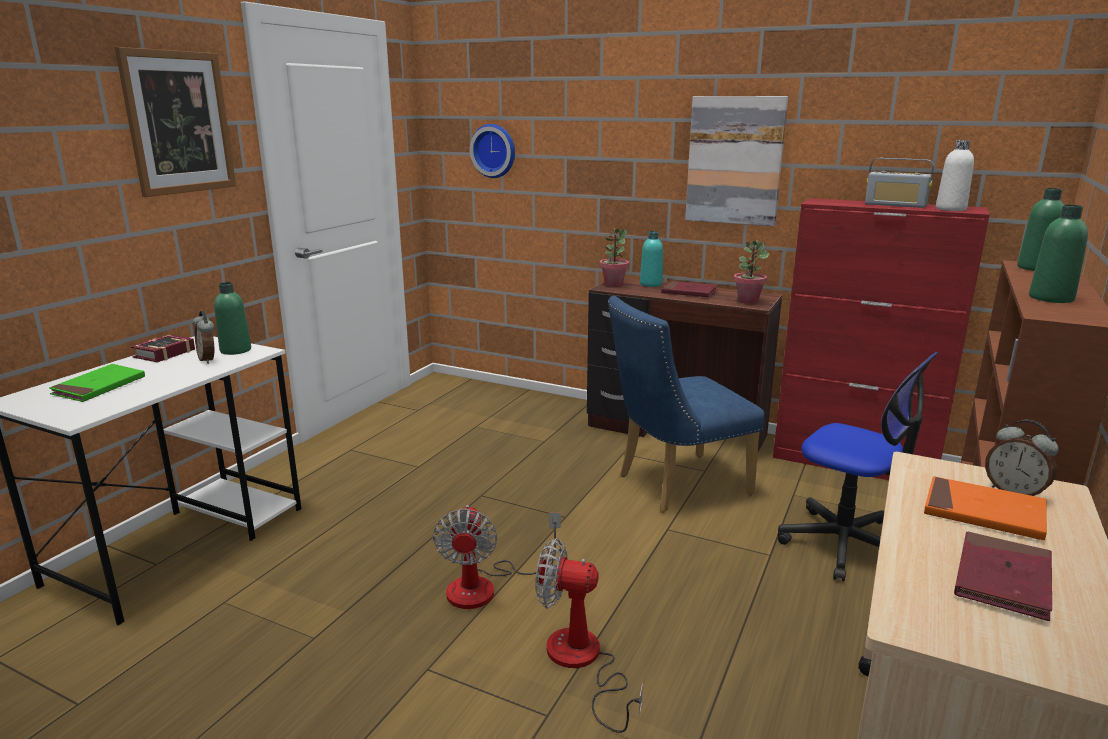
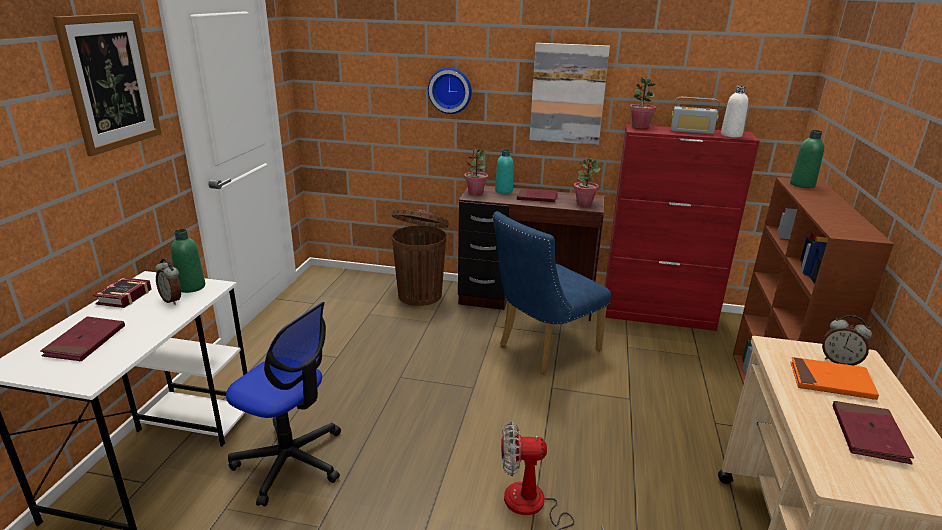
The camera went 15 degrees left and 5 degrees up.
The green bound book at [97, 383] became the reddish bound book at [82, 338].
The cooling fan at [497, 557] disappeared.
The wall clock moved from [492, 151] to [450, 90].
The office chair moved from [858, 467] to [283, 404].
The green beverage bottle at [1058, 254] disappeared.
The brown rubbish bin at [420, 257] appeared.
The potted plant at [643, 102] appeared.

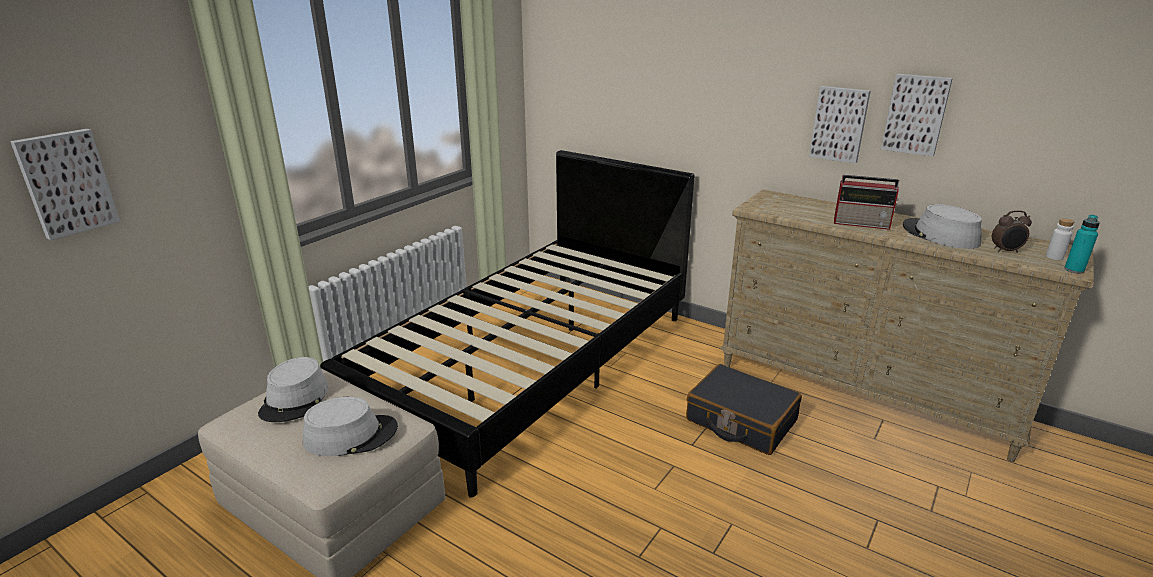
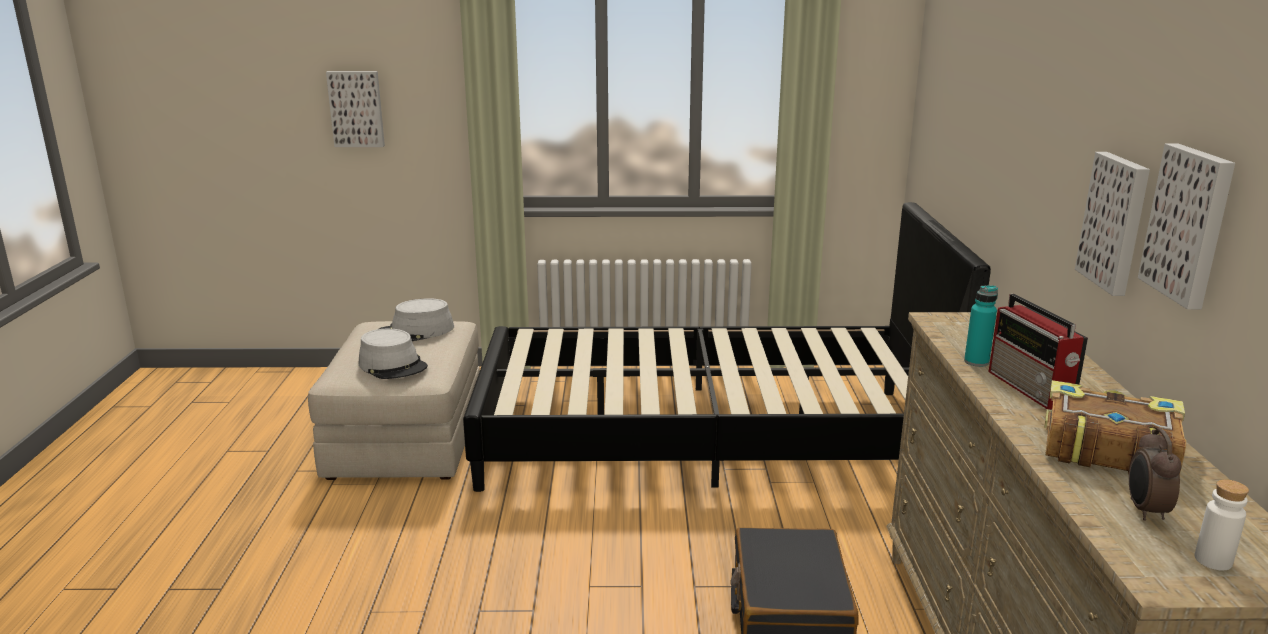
The camera went 55 degrees right and 5 degrees down.
The gray wearable hat at [942, 226] was replaced by the bound book at [1115, 427].
The table clock at [1012, 231] turned 45 degrees clockwise.
The turquoise beverage bottle moved from [1082, 244] to [981, 326].

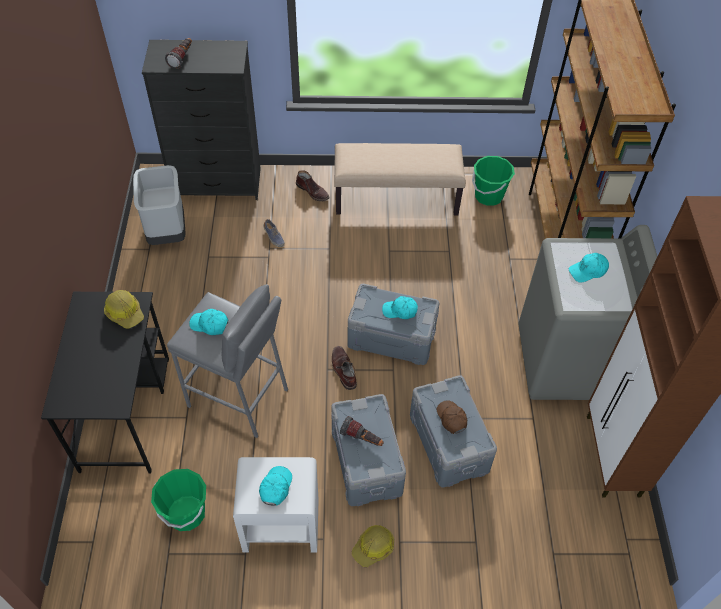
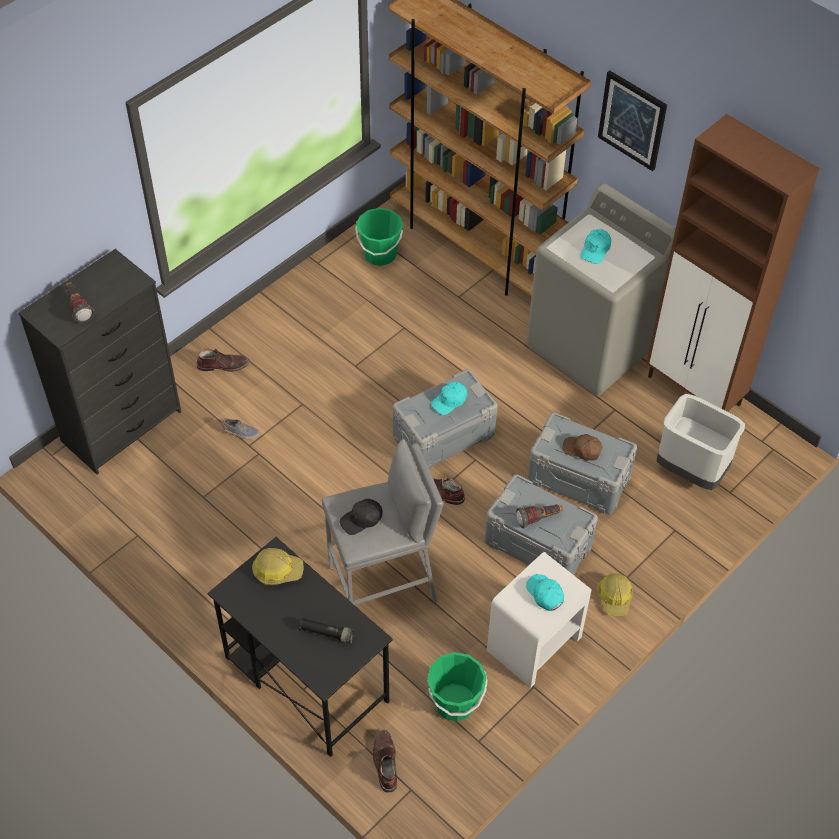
The camera went 45 degrees left and 0 degrees up.
The gray rubbish bin moved from [159, 205] to [701, 442].
The turquoise peaked cap at [208, 322] became the black peaked cap at [361, 517].
The beige-coloured long seat at [400, 179] disappeared.
The black hand torch at [326, 631] appeared.
The brown boot at [385, 761] appeared.
The wall picture at [632, 121] appeared.

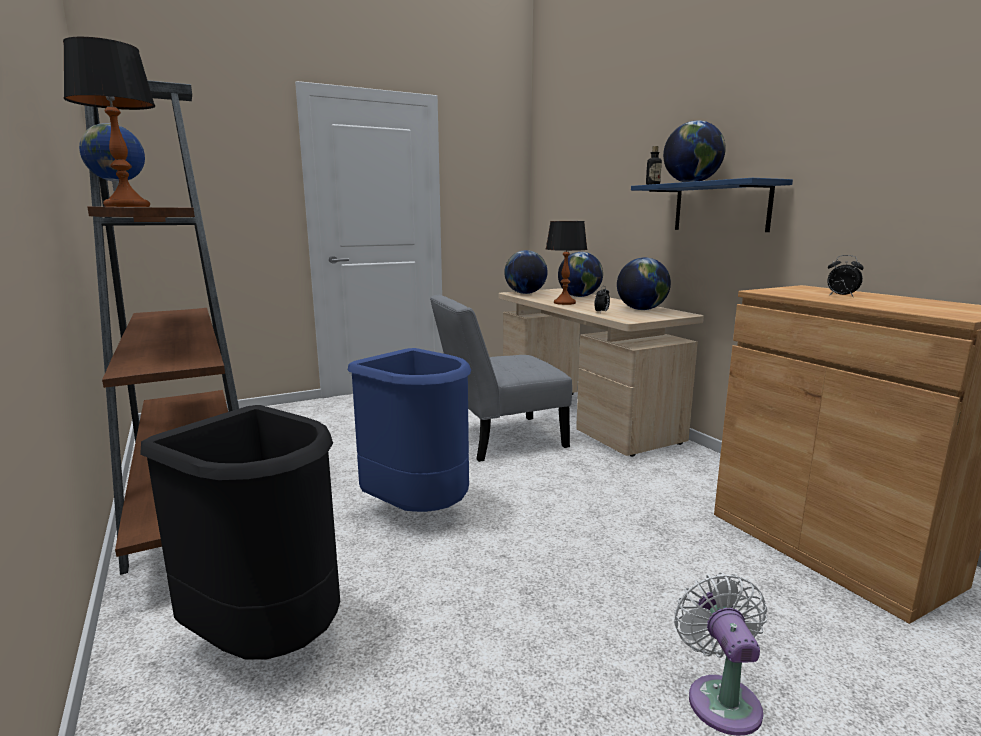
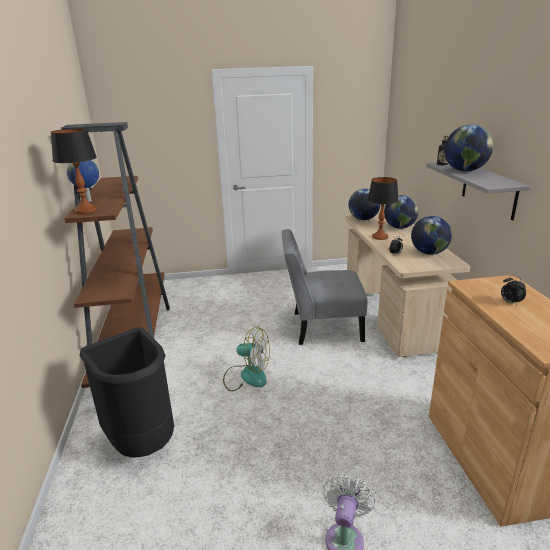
The camera went 20 degrees right and 10 degrees up.
The blue rubbish bin at [409, 430] was replaced by the cooling fan at [246, 359].
The blue bracket shelf at [712, 205] became the gray bracket shelf at [478, 192].

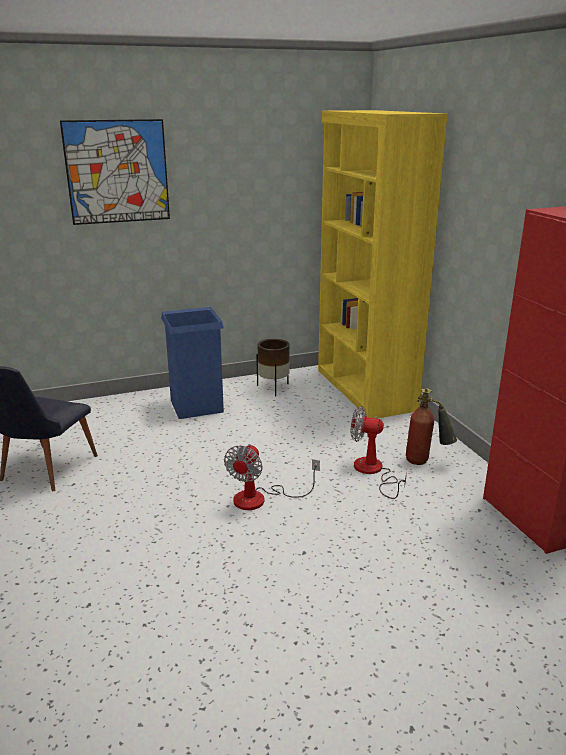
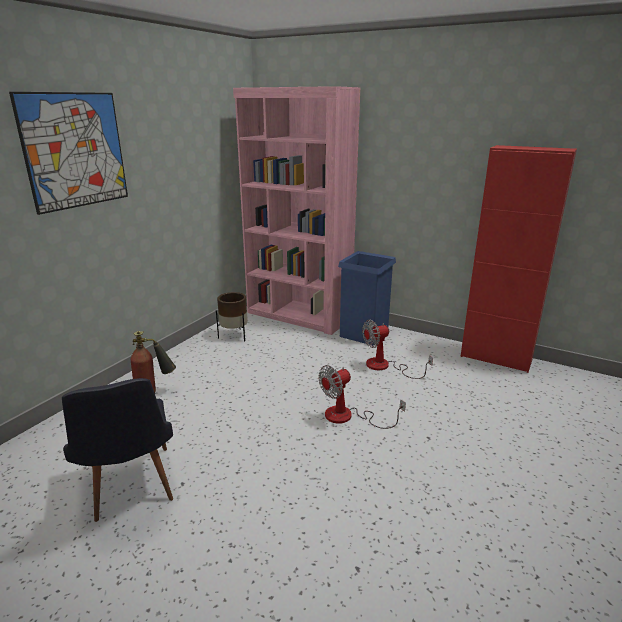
The camera went 40 degrees left and 0 degrees up.
The blue rubbish bin moved from [192, 363] to [367, 298].
The cooling fan at [272, 477] turned 75 degrees clockwise.
The yellow bookshelf at [383, 264] became the pink bookshelf at [296, 210].
The fire-fighting cylinder moved from [431, 426] to [153, 362].

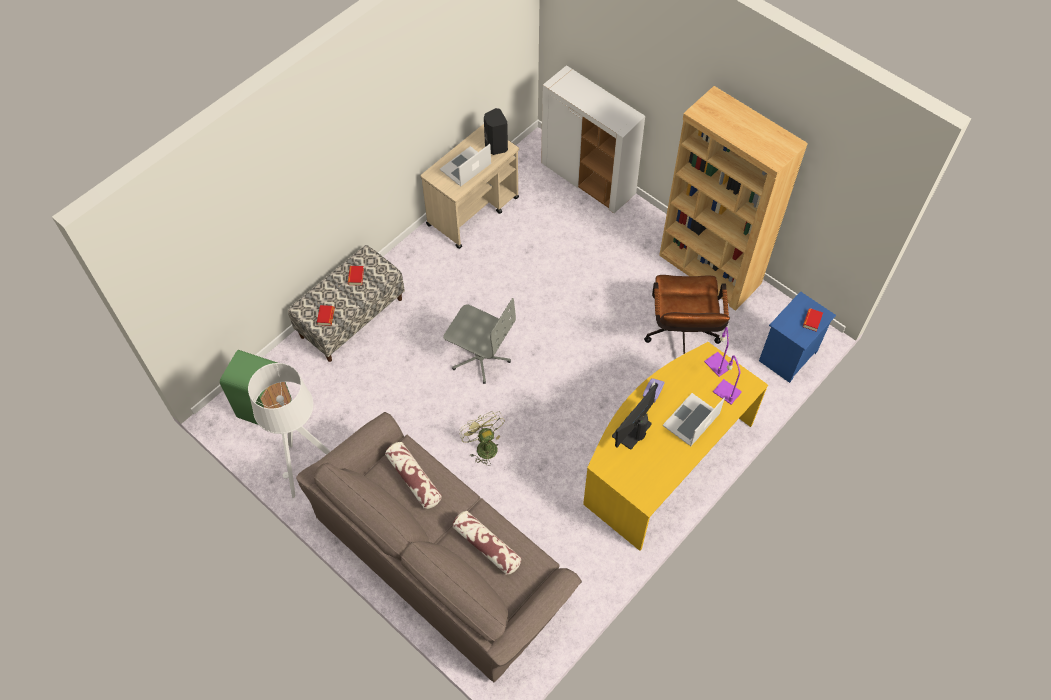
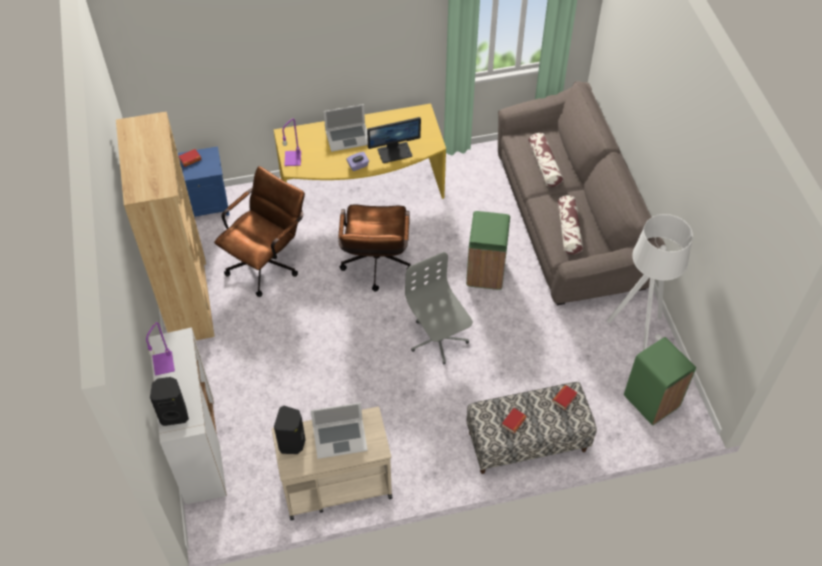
The camera went 145 degrees left and 5 degrees down.
The green cooling fan at [482, 438] was replaced by the green rubbish bin at [488, 250].
The purple-coloured table lamp moved from [727, 380] to [160, 349].
The black audio speaker at [169, 401] appeared.
The brown office chair at [374, 248] appeared.

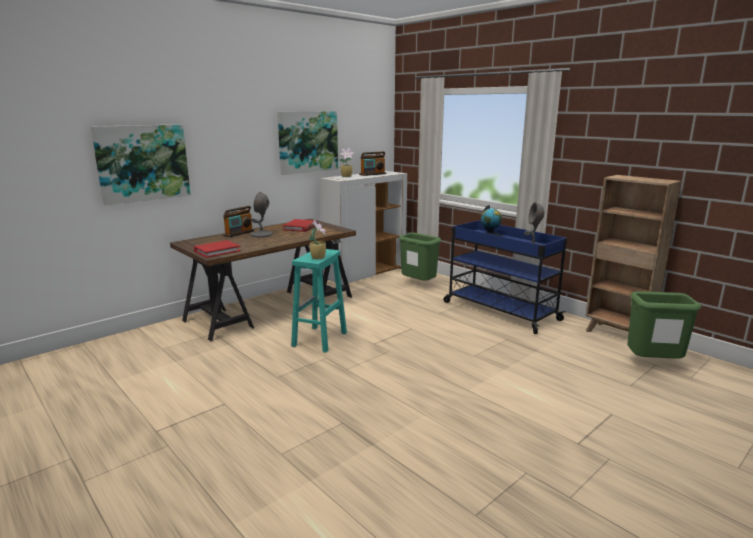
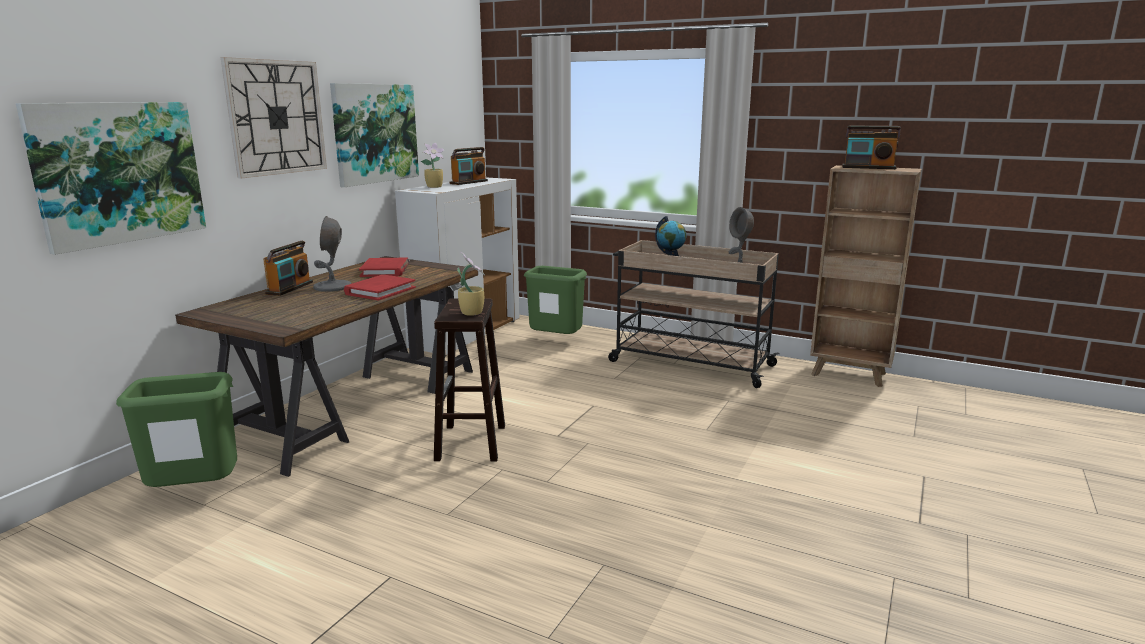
The camera went 20 degrees left and 0 degrees up.
The reddish bound book moved from [217, 249] to [380, 288].
The turquoise sitting stool at [319, 301] became the brown sitting stool at [469, 379].
The blue cart at [505, 277] became the beige-coloured cart at [693, 314].
The green rubbish bin moved from [664, 325] to [176, 429].
The wall clock at [274, 117] appeared.
The radio receiver at [871, 147] appeared.

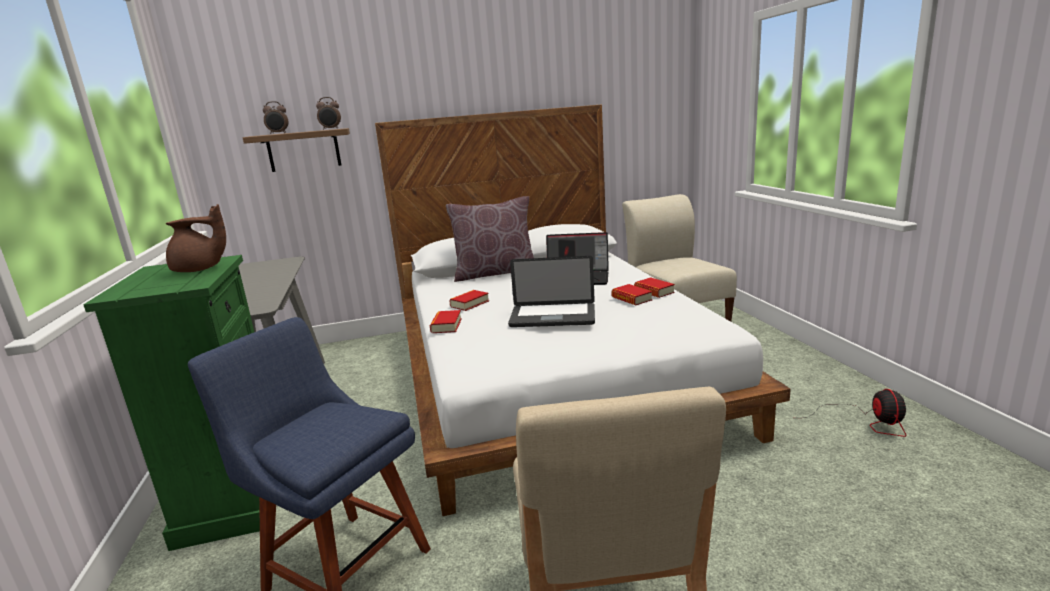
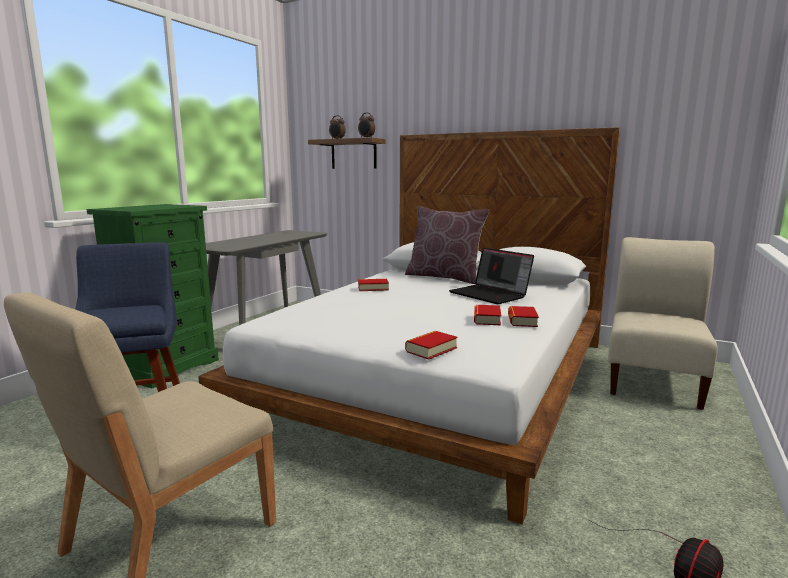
The camera went 40 degrees right and 5 degrees down.
The brown tea pot at [196, 238] disappeared.
The bound book moved from [446, 321] to [431, 345].
The notebook computer at [551, 291] disappeared.

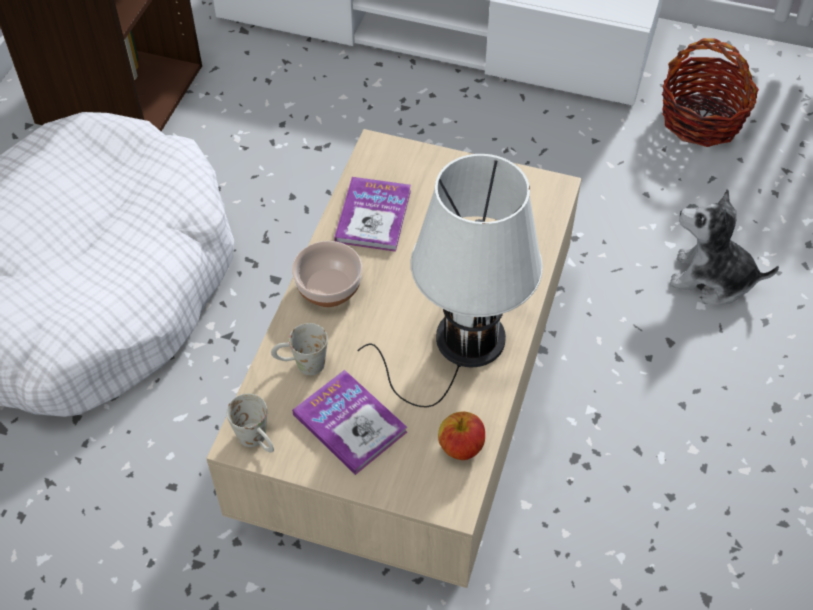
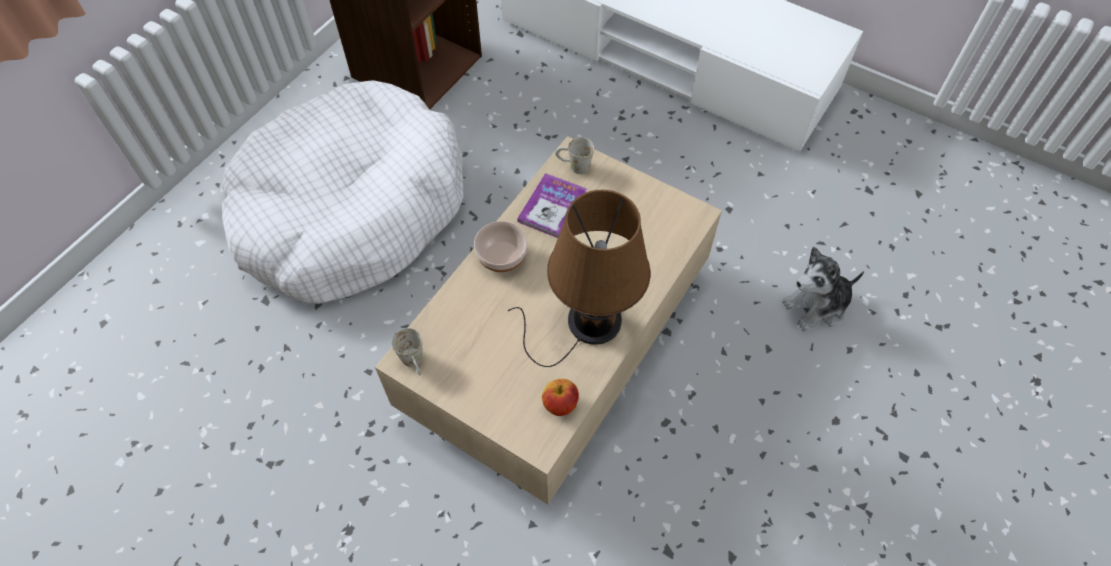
The camera went 15 degrees right and 5 degrees up.
The white-coloured coffee mug moved from [299, 349] to [574, 155].
The bound book at [349, 422] disappeared.
The white-coloured table lamp at [450, 280] became the brown table lamp at [579, 278].
The household basket at [710, 92] disappeared.
The cuddly toy at [724, 246] turned 60 degrees counterclockwise.

